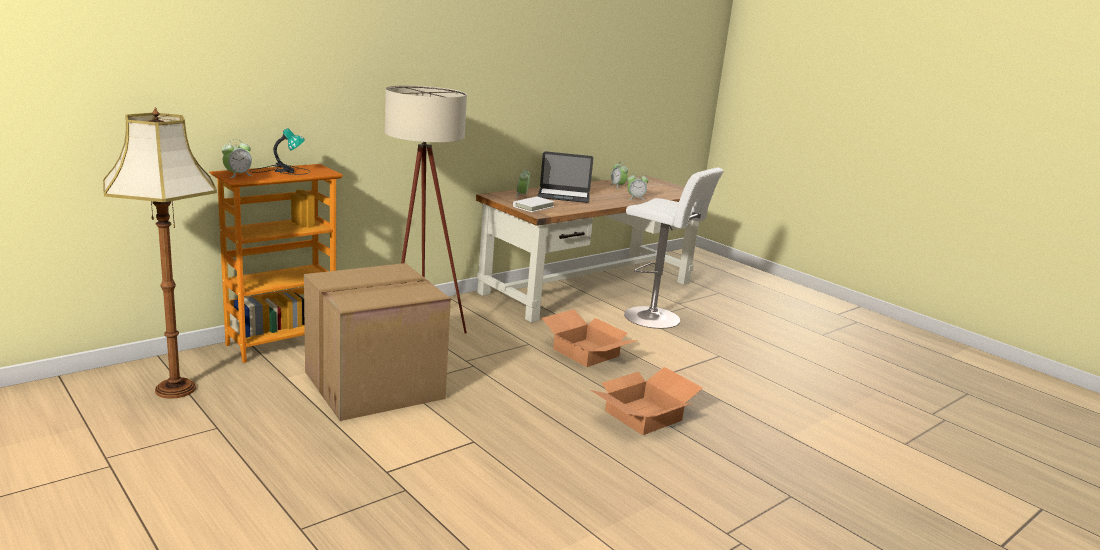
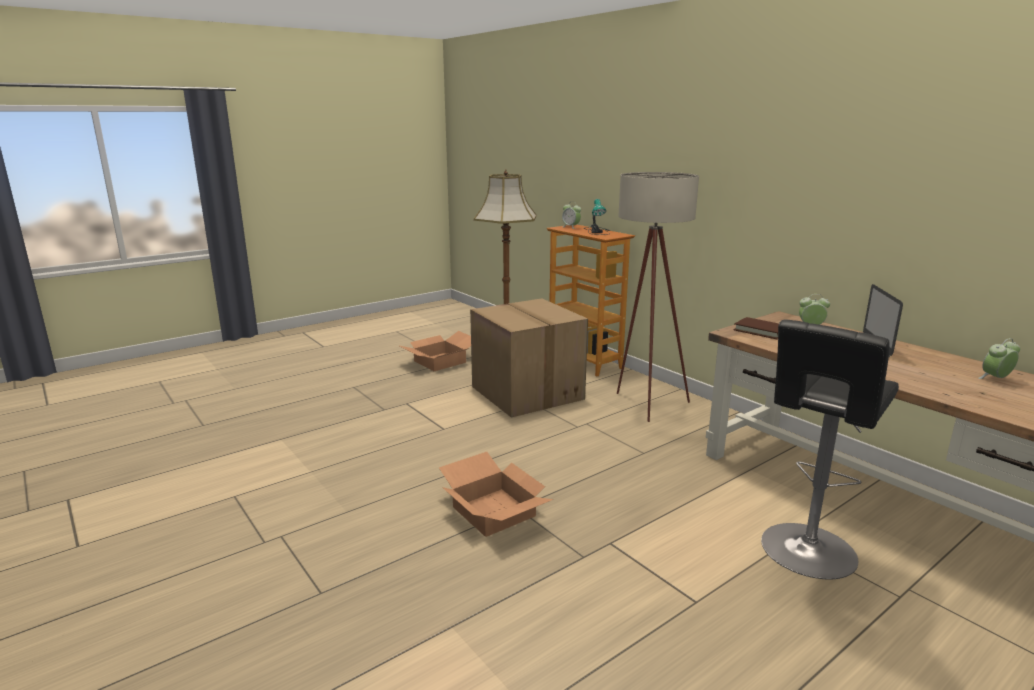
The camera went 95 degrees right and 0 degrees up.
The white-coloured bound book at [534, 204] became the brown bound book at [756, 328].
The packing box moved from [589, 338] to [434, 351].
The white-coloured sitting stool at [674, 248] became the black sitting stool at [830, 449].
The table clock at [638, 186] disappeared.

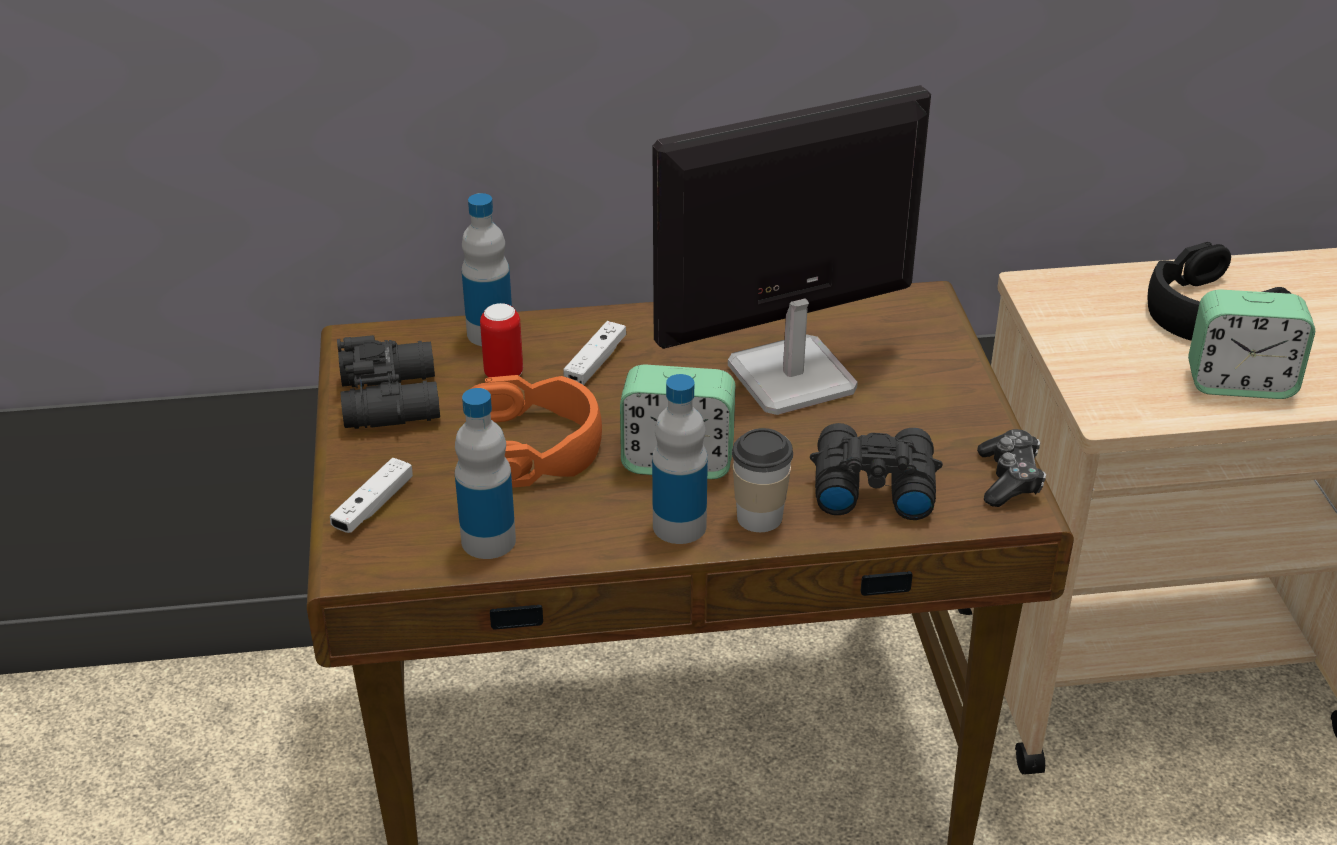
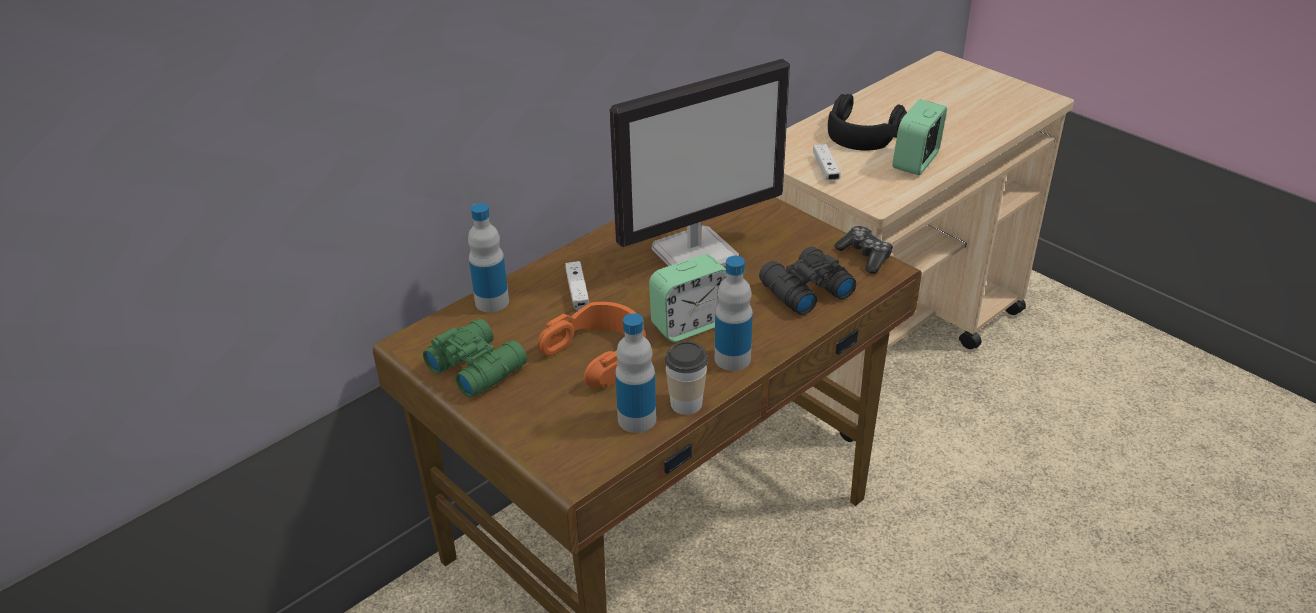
The camera went 35 degrees left and 0 degrees up.
The white-coloured gamepad moved from [371, 495] to [827, 162].
The black binoculars at [388, 382] became the green binoculars at [475, 358].
The sealed can at [501, 340] disappeared.
The computer screen at [791, 250] turned 150 degrees counterclockwise.
The small cup moved from [762, 480] to [686, 378].
The table clock at [1251, 344] turned 150 degrees clockwise.

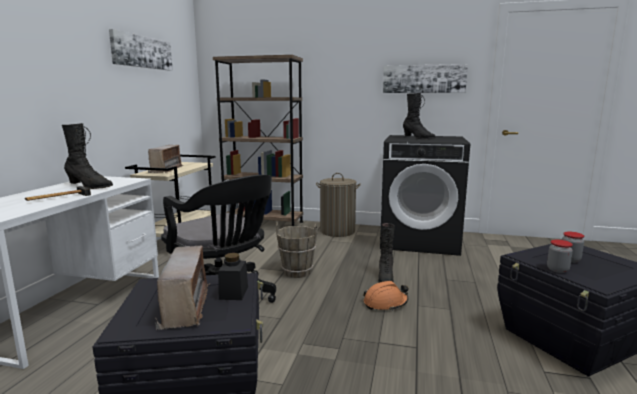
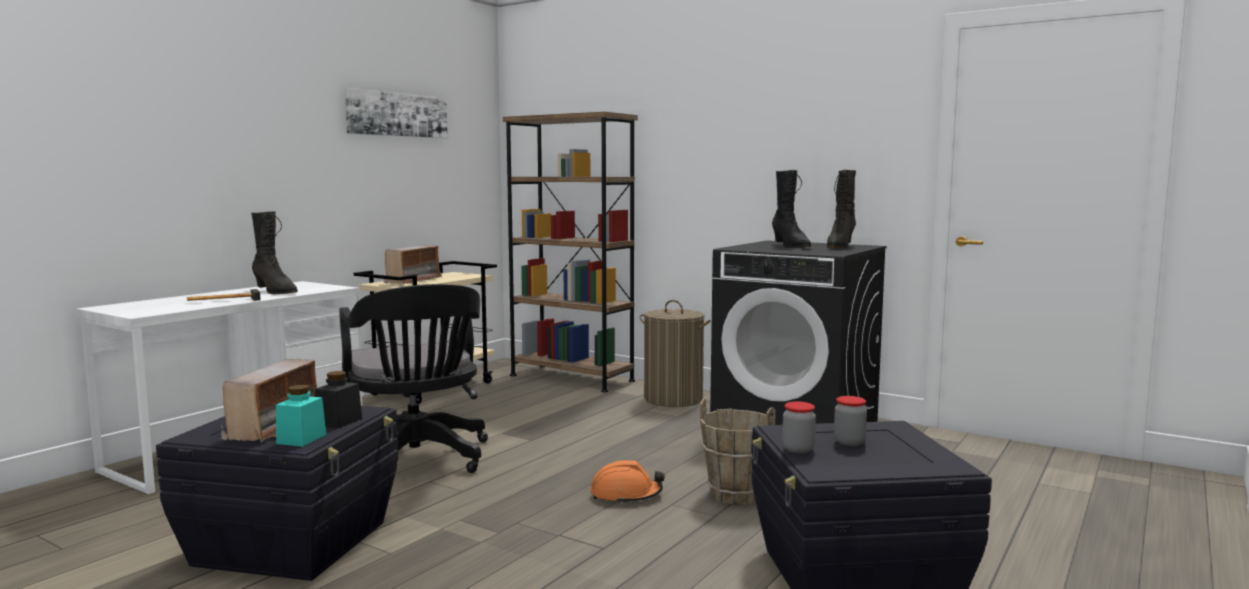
The camera went 20 degrees right and 5 degrees down.
The brown bucket moved from [297, 250] to [738, 452].
The black boot moved from [386, 253] to [841, 209].
The wall picture at [425, 78] disappeared.
The turquoise storage jar at [301, 416] appeared.

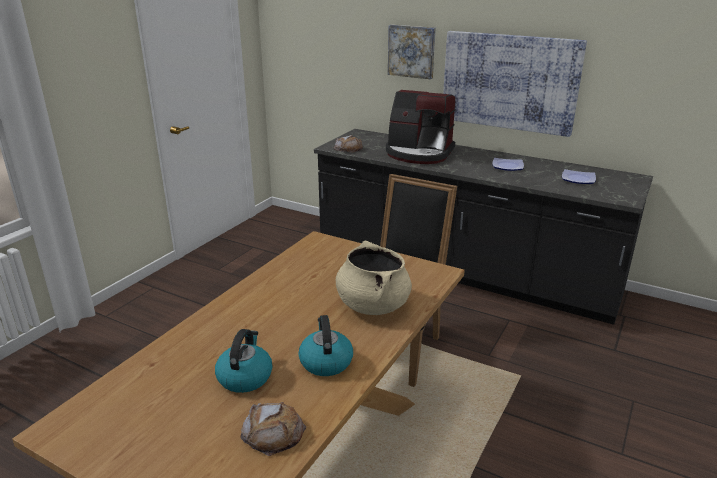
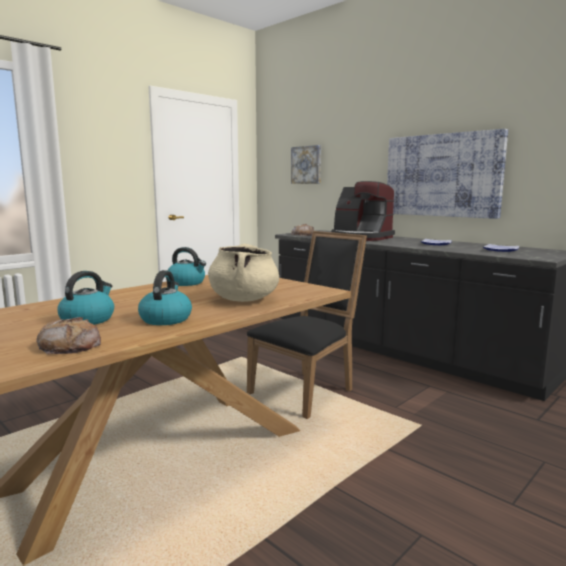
The camera went 15 degrees right and 15 degrees down.
The wall picture moved from [412, 52] to [306, 164].
The kettle at [187, 266] appeared.

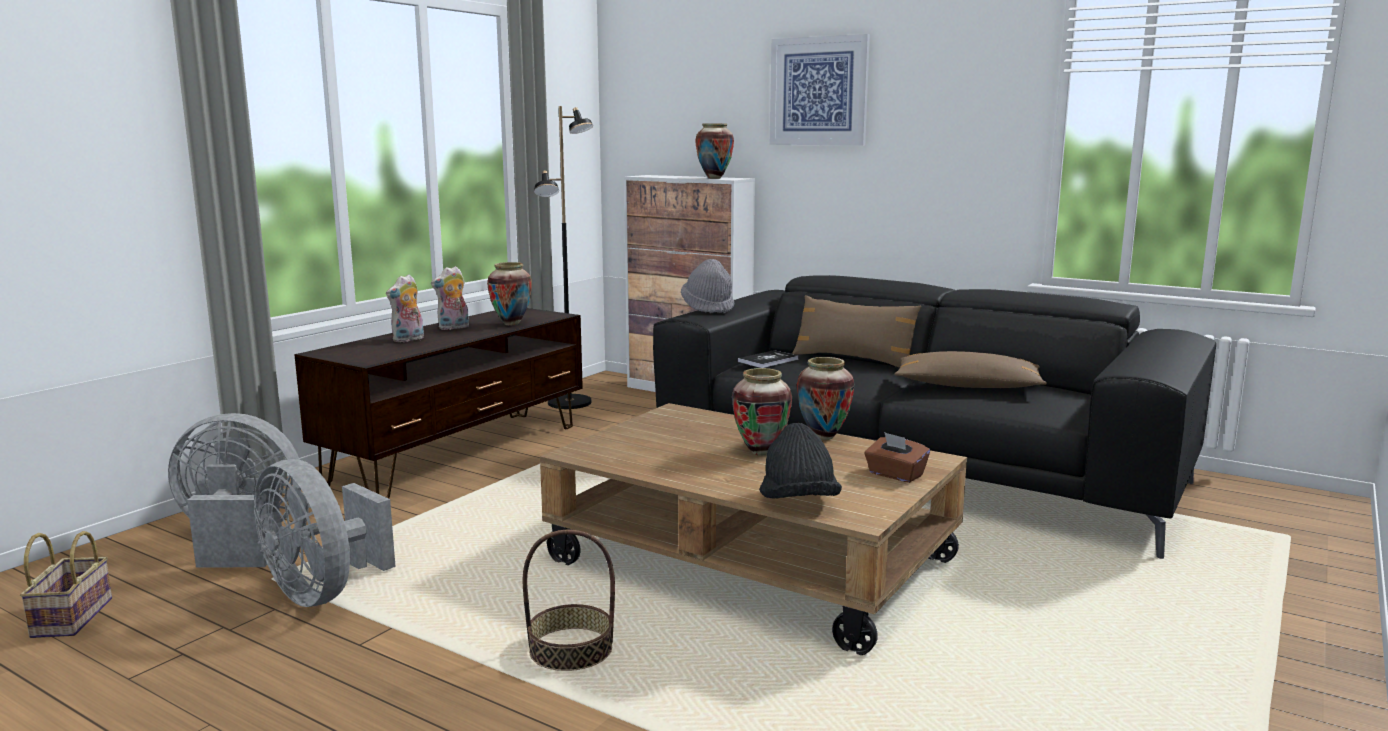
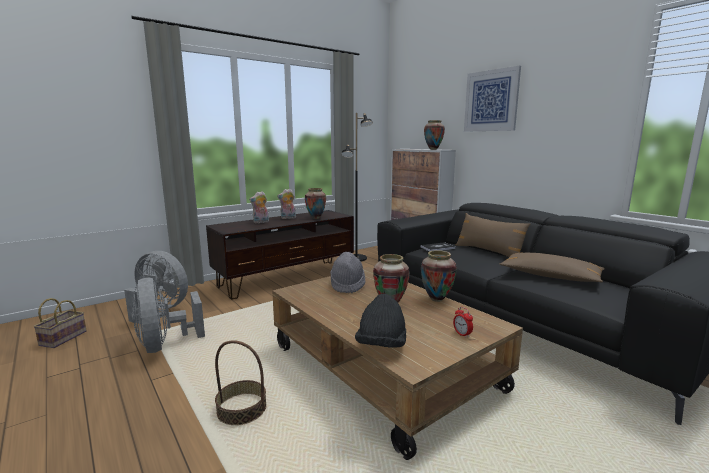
The camera went 20 degrees right and 0 degrees up.
The gray wearable hat moved from [707, 286] to [347, 272].
The brown tissue box at [897, 457] was replaced by the table clock at [463, 322].

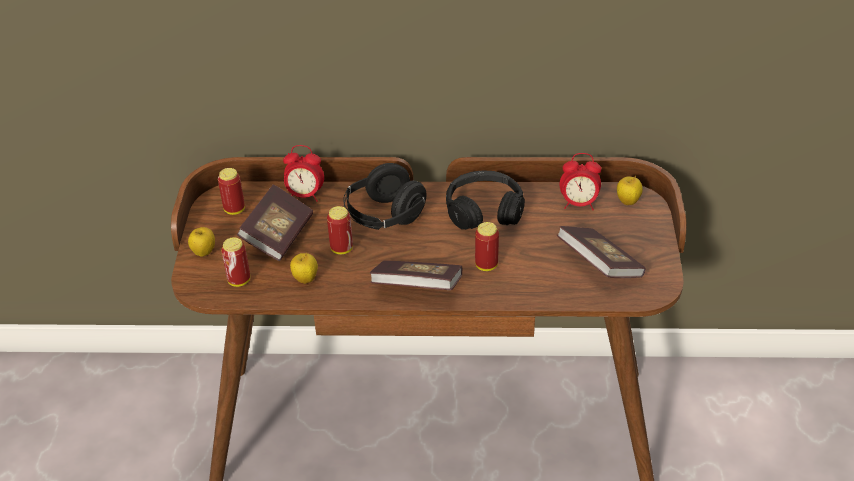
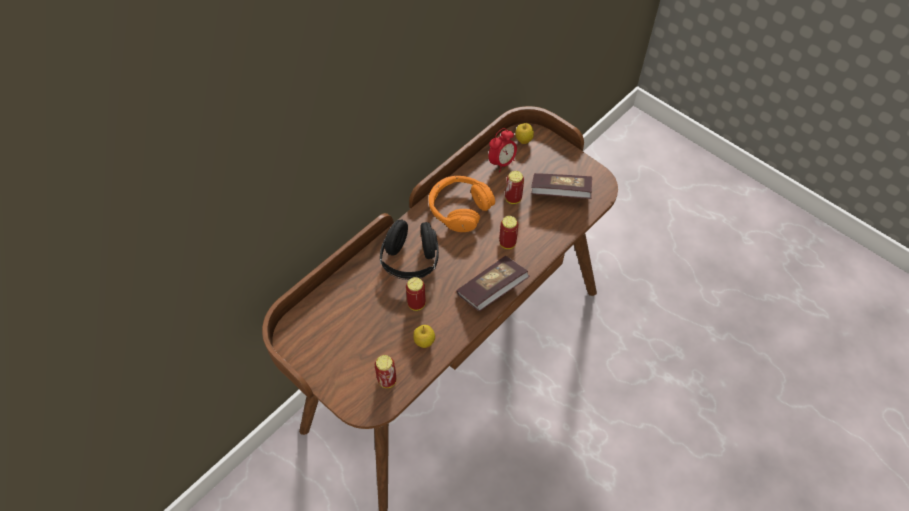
The camera went 50 degrees left and 15 degrees up.
The apple fruit at [201, 242] disappeared.
The sealed can moved from [231, 191] to [514, 187].
The bound book at [275, 222] disappeared.
The table clock at [303, 173] disappeared.
The black headphones at [485, 200] became the orange-coloured headphones at [462, 204].

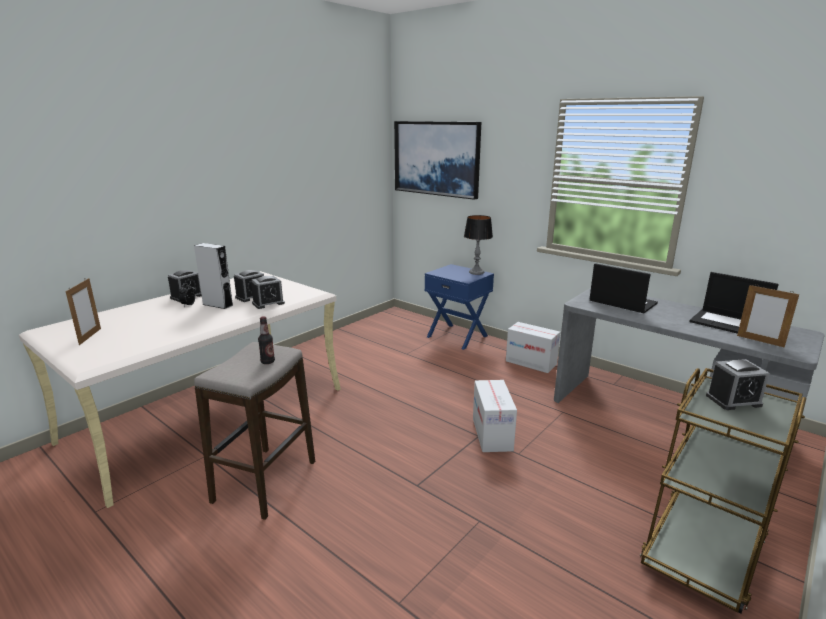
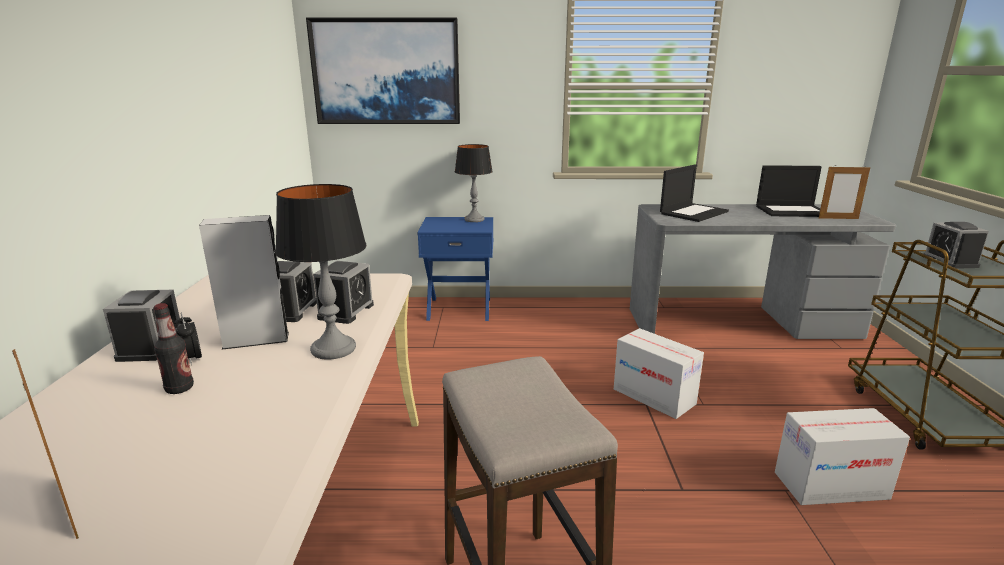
The camera went 40 degrees left and 0 degrees up.
The beverage bottle moved from [266, 340] to [174, 348].
The packing box moved from [533, 347] to [842, 456].
The notebook computer at [624, 288] turned 135 degrees clockwise.
The table clock at [738, 384] turned 135 degrees clockwise.
The table lamp at [320, 272] appeared.

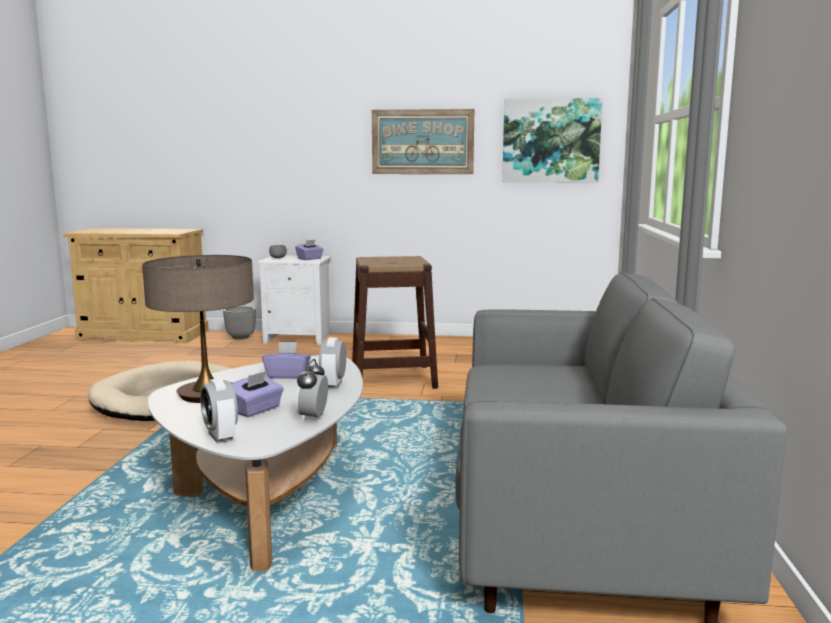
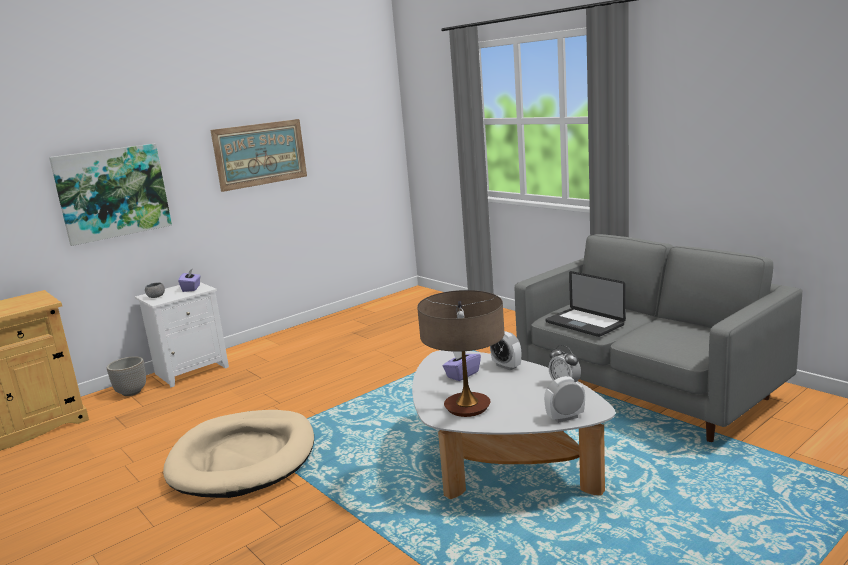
The camera went 45 degrees left and 5 degrees up.
The table clock at [219, 411] turned 150 degrees clockwise.
The purple-coloured tissue box at [258, 394] disappeared.
The brown sitting stool at [395, 322] disappeared.
The wall picture moved from [552, 140] to [110, 195].
The notebook computer at [585, 304] appeared.

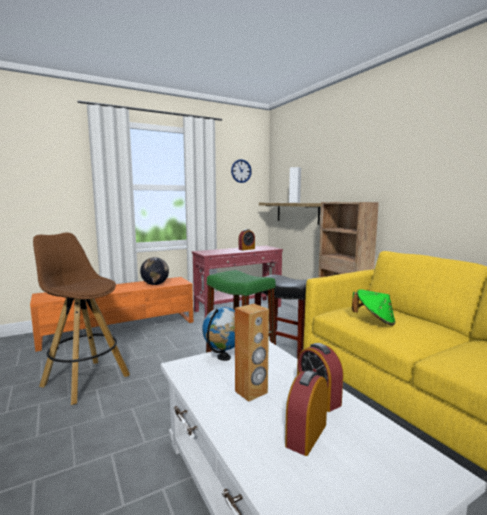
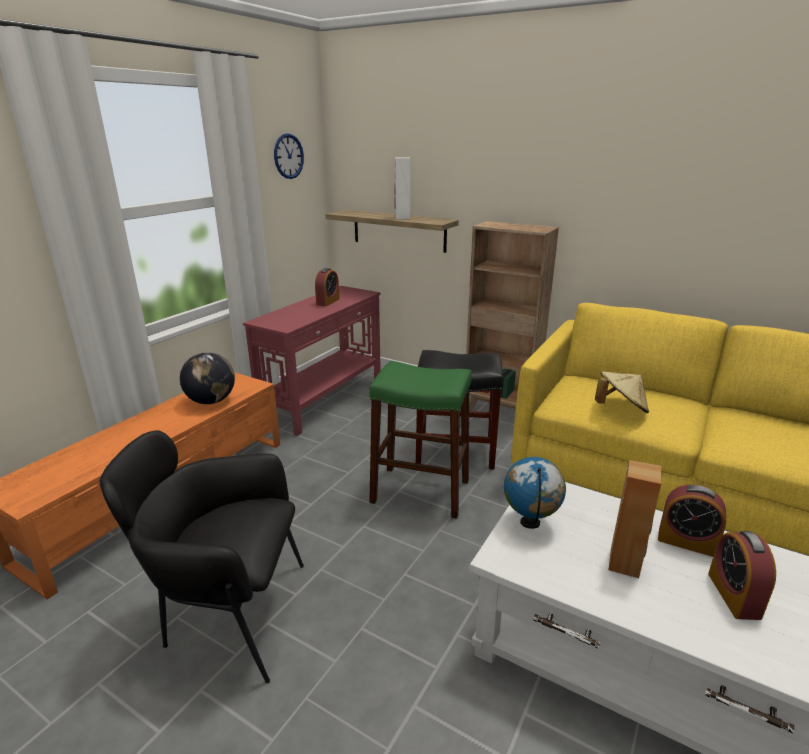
The camera went 30 degrees left and 15 degrees up.
The brown sitting stool at [81, 318] was replaced by the black armchair at [202, 557].
The green wearable hat at [373, 307] became the beige-coloured wearable hat at [622, 392].

